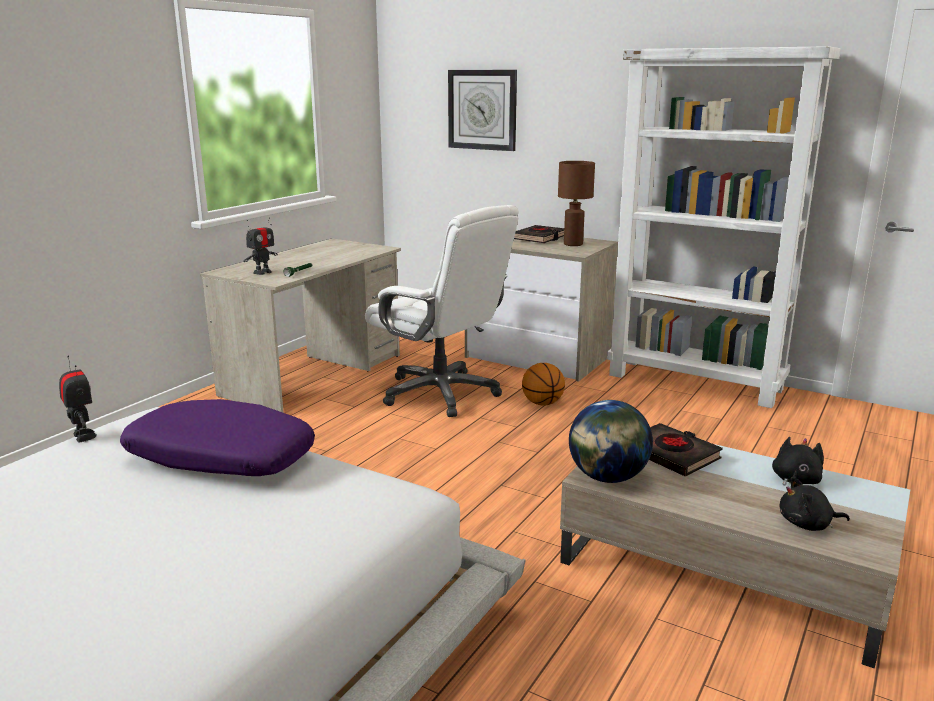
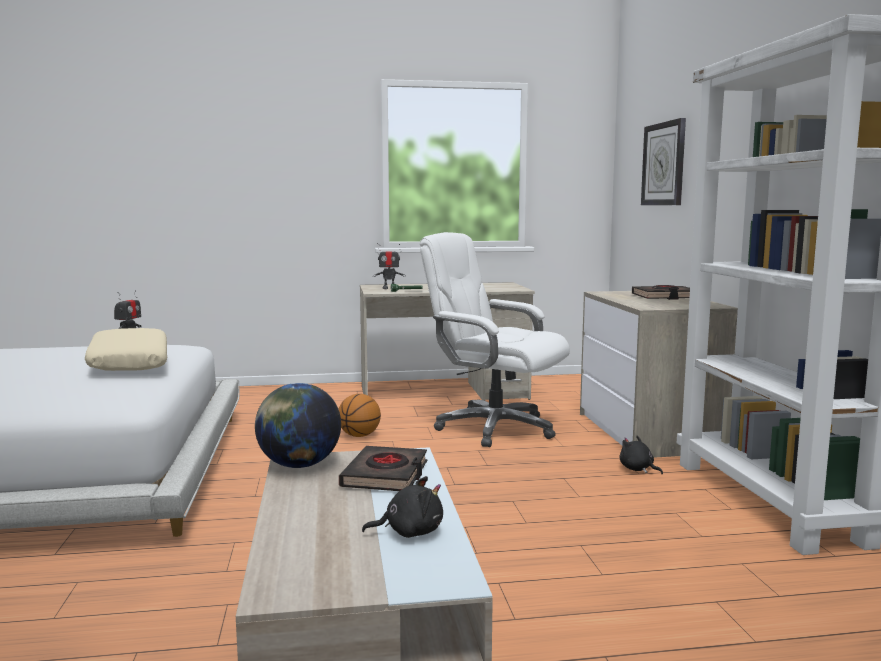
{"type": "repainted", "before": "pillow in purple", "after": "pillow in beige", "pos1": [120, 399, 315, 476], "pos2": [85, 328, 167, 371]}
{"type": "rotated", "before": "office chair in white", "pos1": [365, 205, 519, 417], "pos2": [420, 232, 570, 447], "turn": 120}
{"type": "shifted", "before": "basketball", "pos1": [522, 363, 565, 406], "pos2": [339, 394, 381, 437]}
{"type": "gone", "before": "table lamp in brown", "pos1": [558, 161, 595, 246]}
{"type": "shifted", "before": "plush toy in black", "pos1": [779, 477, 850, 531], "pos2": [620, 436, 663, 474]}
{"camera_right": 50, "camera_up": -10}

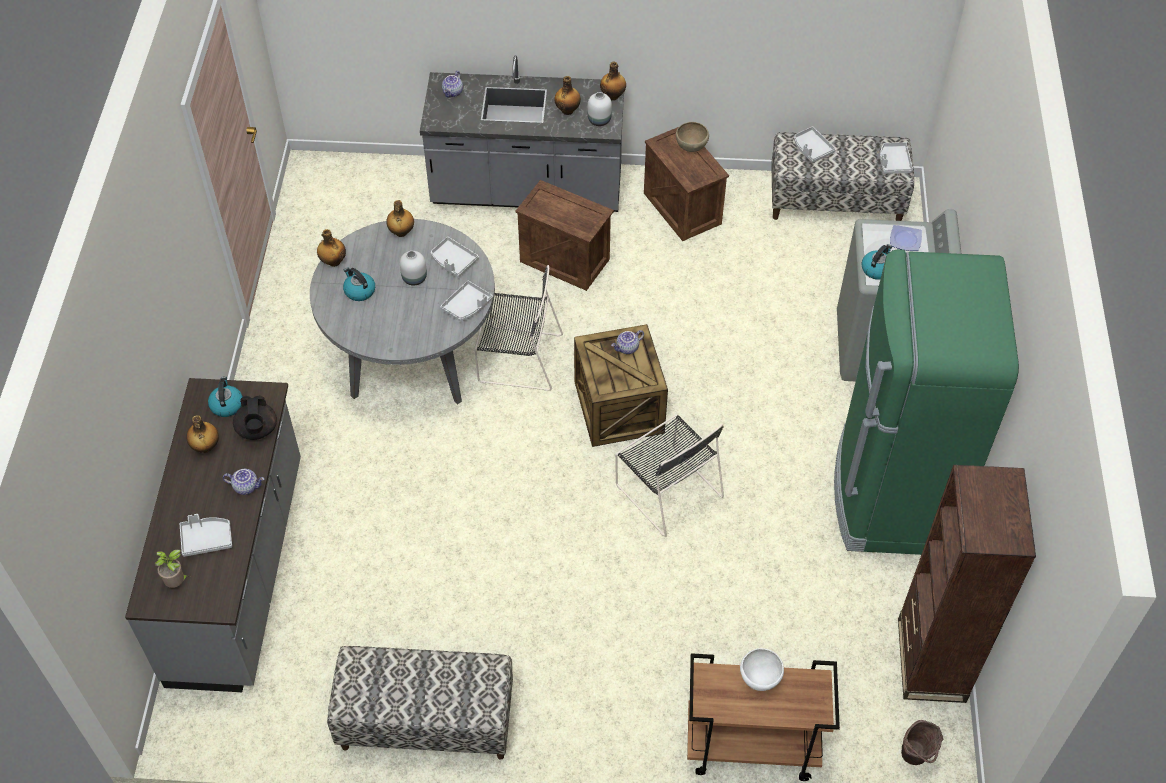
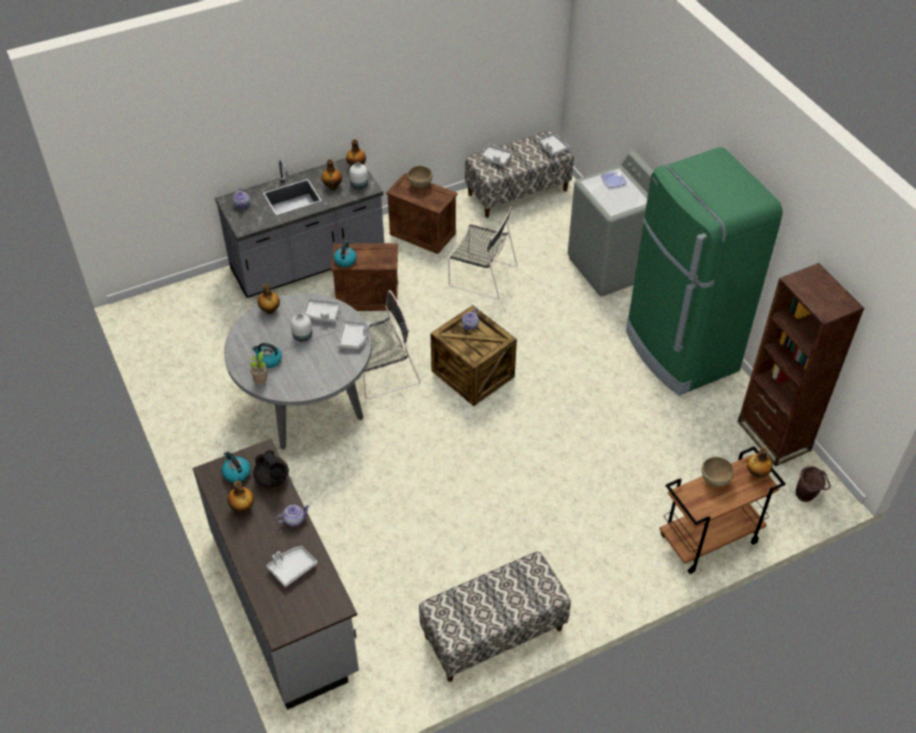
{"type": "shifted", "before": "potted plant", "pos1": [155, 550, 190, 588], "pos2": [249, 351, 267, 384]}
{"type": "shifted", "before": "bottle", "pos1": [317, 229, 346, 267], "pos2": [747, 447, 773, 477]}
{"type": "shifted", "before": "chair in black", "pos1": [615, 414, 724, 537], "pos2": [448, 206, 517, 300]}
{"type": "repainted", "before": "bowl in white", "after": "bowl in brown", "pos1": [740, 648, 784, 691], "pos2": [702, 457, 734, 487]}
{"type": "shifted", "before": "kettle", "pos1": [862, 244, 892, 280], "pos2": [334, 241, 357, 267]}
{"camera_right": -30, "camera_up": -5}

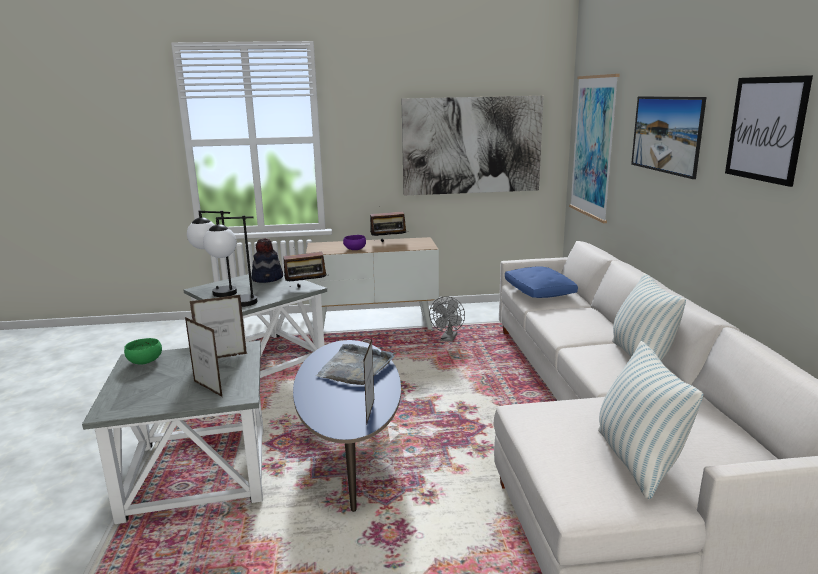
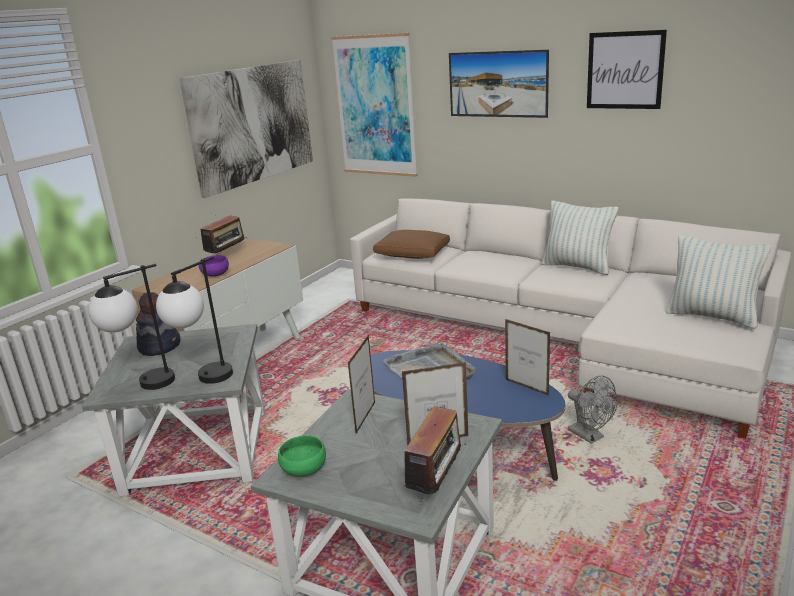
{"type": "shifted", "before": "radio", "pos1": [283, 252, 327, 288], "pos2": [397, 406, 466, 505]}
{"type": "shifted", "before": "fan in grey", "pos1": [429, 296, 465, 342], "pos2": [568, 376, 618, 444]}
{"type": "repainted", "before": "pillow in blue", "after": "pillow in brown", "pos1": [505, 267, 578, 298], "pos2": [373, 230, 450, 259]}
{"camera_right": -50, "camera_up": 5}

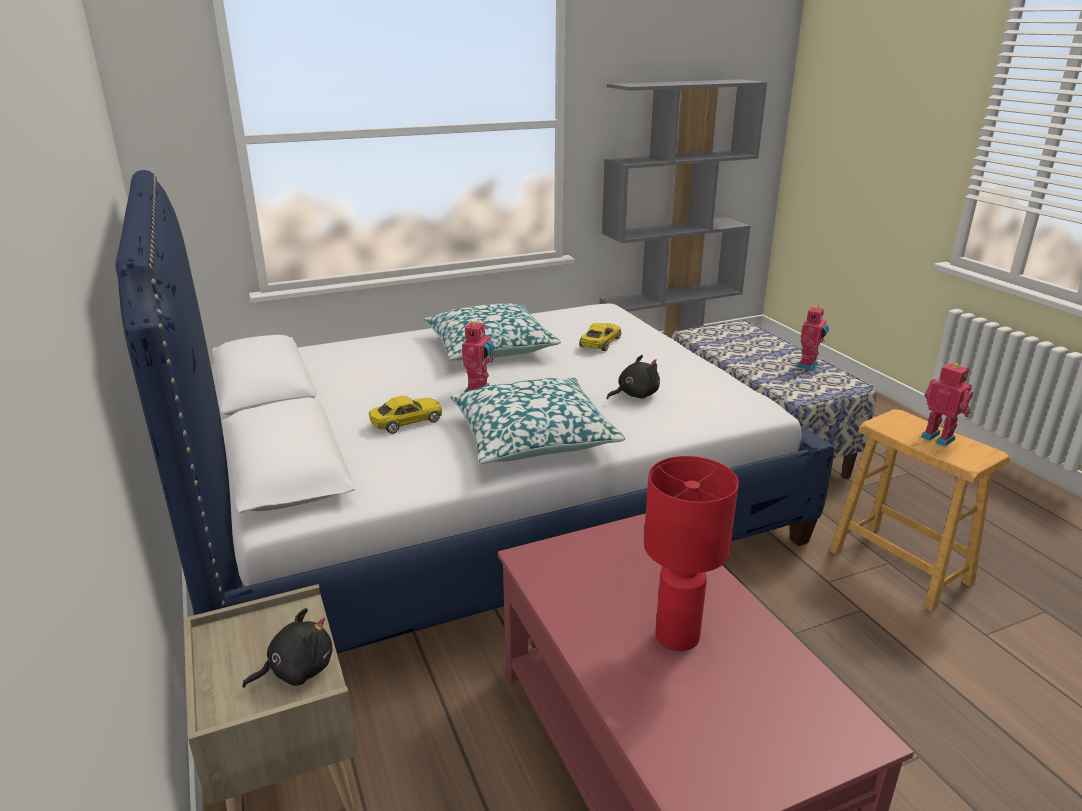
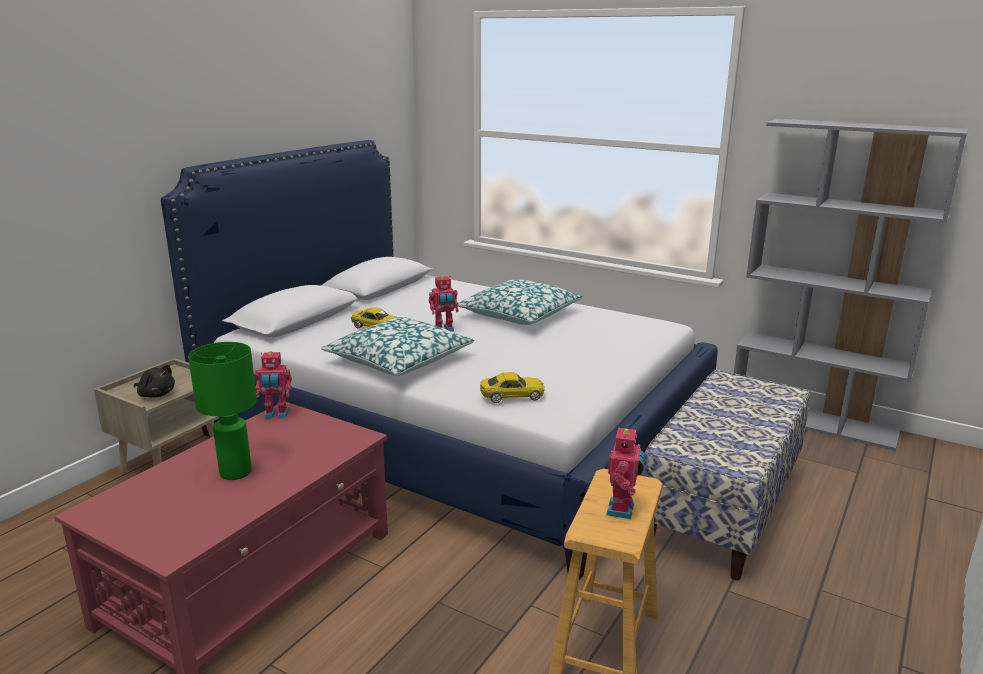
{"type": "shifted", "before": "toy car in yellow", "pos1": [579, 323, 621, 351], "pos2": [480, 372, 545, 403]}
{"type": "gone", "before": "plush toy in black", "pos1": [607, 355, 660, 399]}
{"type": "repainted", "before": "table lamp in red", "after": "table lamp in green", "pos1": [644, 456, 739, 651], "pos2": [188, 342, 257, 480]}
{"type": "shifted", "before": "toy robot", "pos1": [796, 305, 829, 371], "pos2": [255, 351, 292, 419]}
{"camera_right": 55, "camera_up": -5}

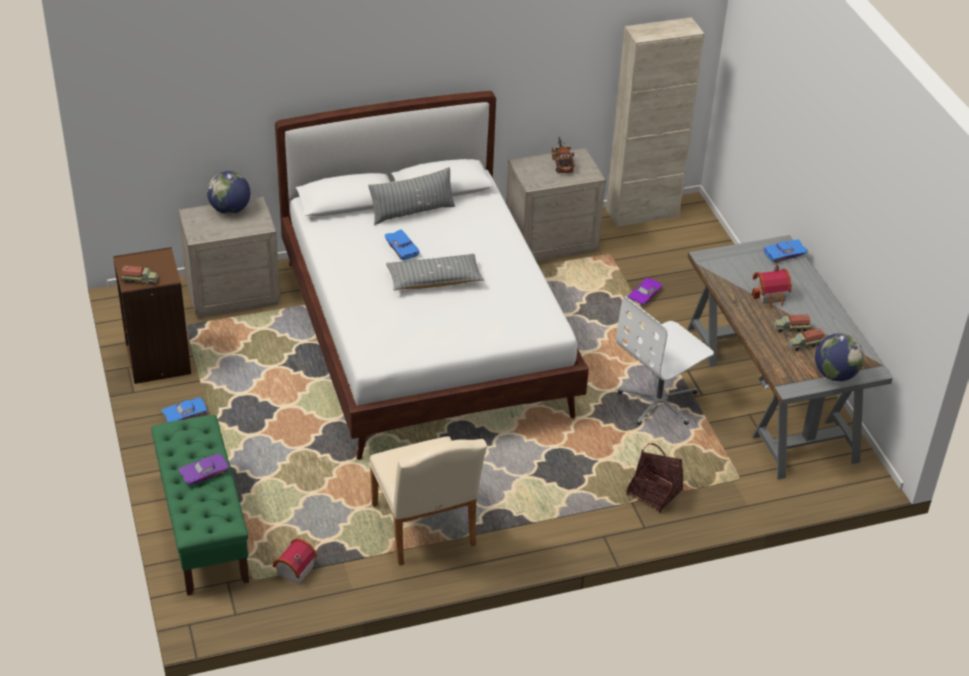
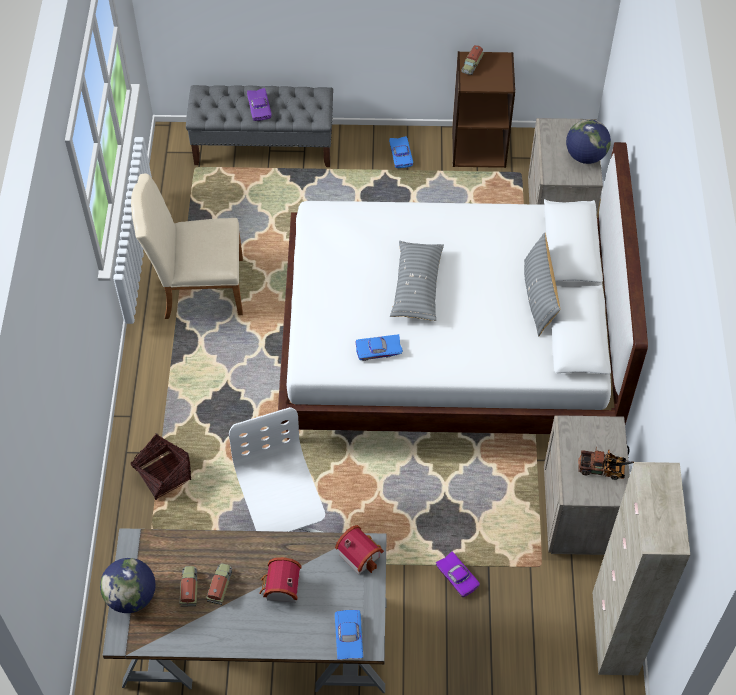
{"type": "repainted", "before": "bench in green", "after": "bench in grey", "pos1": [151, 415, 249, 595], "pos2": [186, 85, 333, 167]}
{"type": "shifted", "before": "toy house", "pos1": [273, 538, 317, 585], "pos2": [335, 525, 384, 575]}
{"type": "shifted", "before": "toy car in blue", "pos1": [385, 229, 419, 260], "pos2": [355, 334, 403, 361]}
{"camera_right": 110, "camera_up": 15}

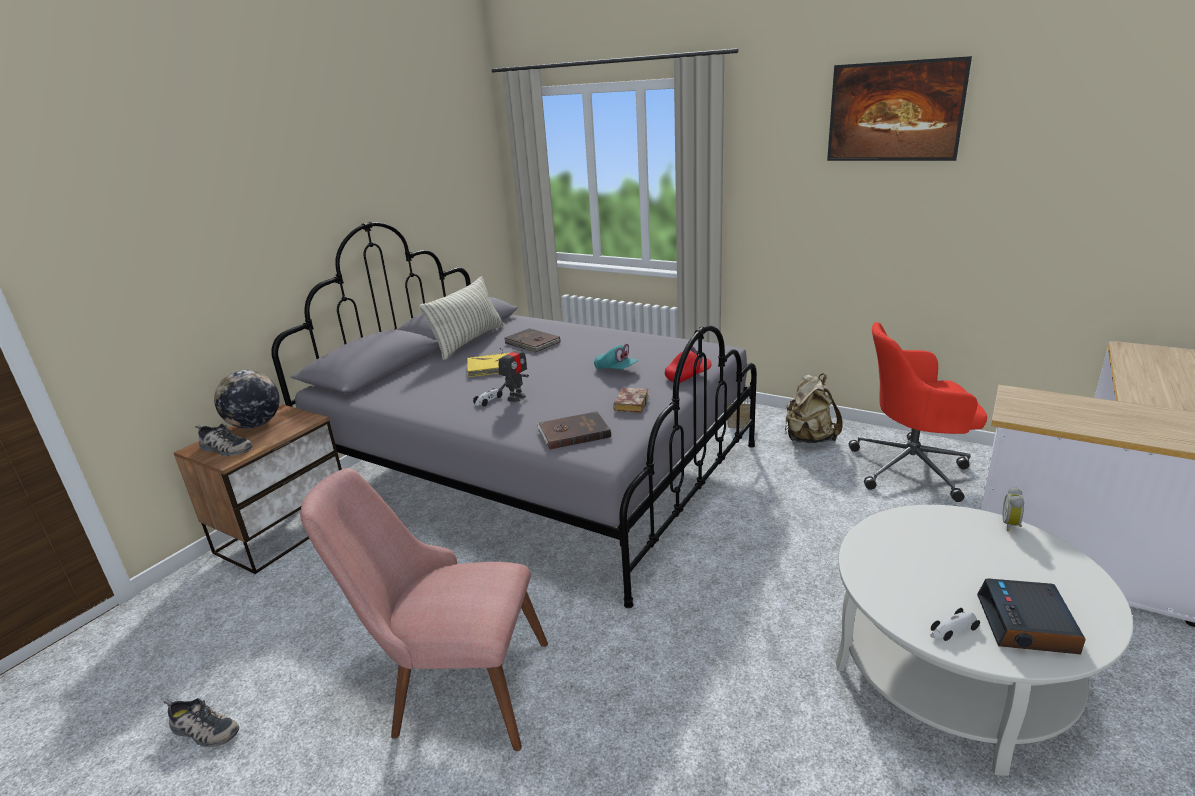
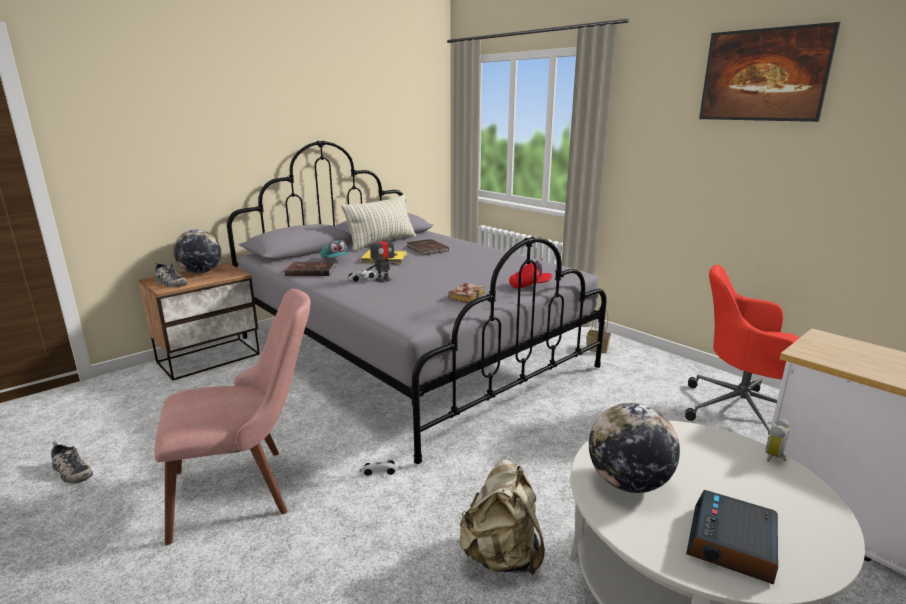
{"type": "rotated", "before": "chair in pink", "pos1": [300, 468, 548, 751], "pos2": [155, 289, 310, 545], "turn": 135}
{"type": "shifted", "before": "book in brown", "pos1": [537, 411, 611, 449], "pos2": [284, 262, 336, 276]}
{"type": "shifted", "before": "cap in turquoise", "pos1": [594, 344, 638, 369], "pos2": [321, 240, 350, 258]}
{"type": "shifted", "before": "backpack in beige", "pos1": [785, 374, 843, 443], "pos2": [459, 459, 545, 575]}
{"type": "shifted", "before": "toy car", "pos1": [930, 608, 980, 641], "pos2": [360, 460, 398, 476]}
{"type": "new", "after": "globe", "pos2": [589, 403, 680, 493]}
{"camera_right": 15, "camera_up": -5}

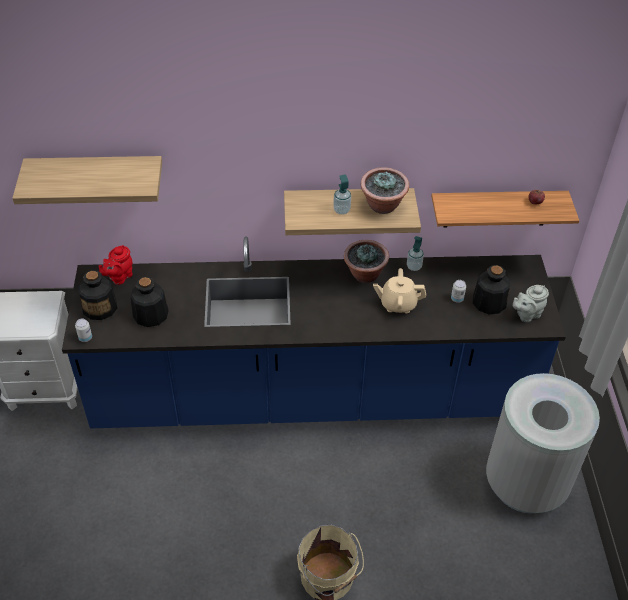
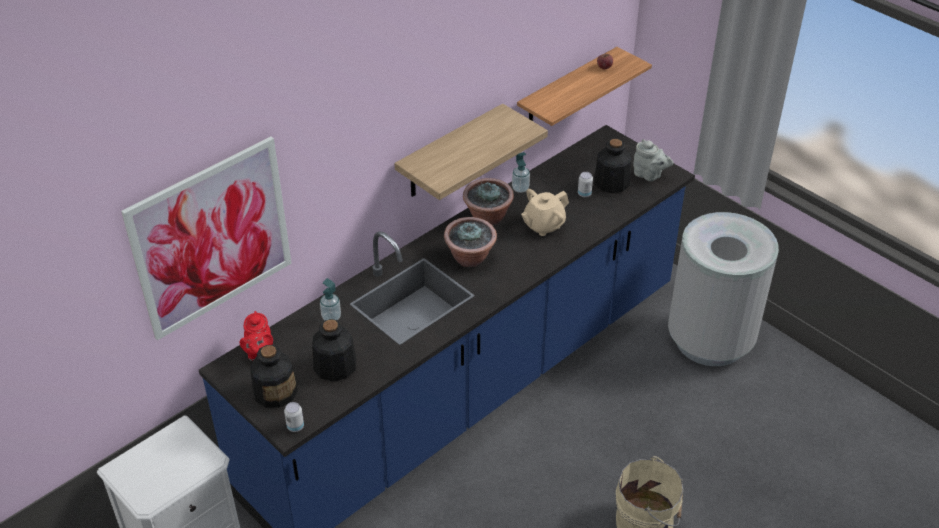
{"type": "swapped", "before": "shelf", "after": "picture", "pos1": [12, 156, 162, 204], "pos2": [121, 137, 292, 340]}
{"type": "shifted", "before": "soap dispenser", "pos1": [333, 174, 351, 215], "pos2": [320, 278, 341, 321]}
{"type": "shifted", "before": "potted plant", "pos1": [361, 167, 409, 214], "pos2": [444, 217, 497, 267]}
{"type": "rotated", "before": "teapot in grey", "pos1": [513, 285, 549, 322], "pos2": [633, 139, 673, 181], "turn": -75}
{"camera_right": -40, "camera_up": -5}

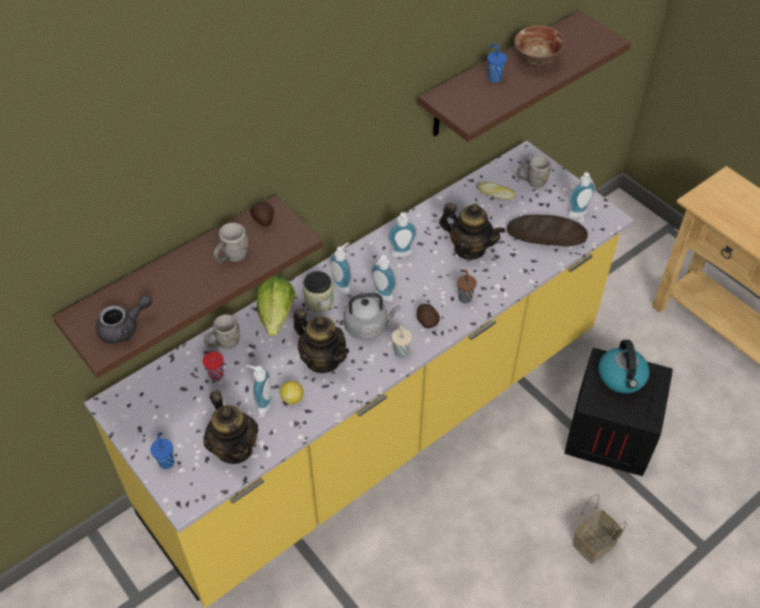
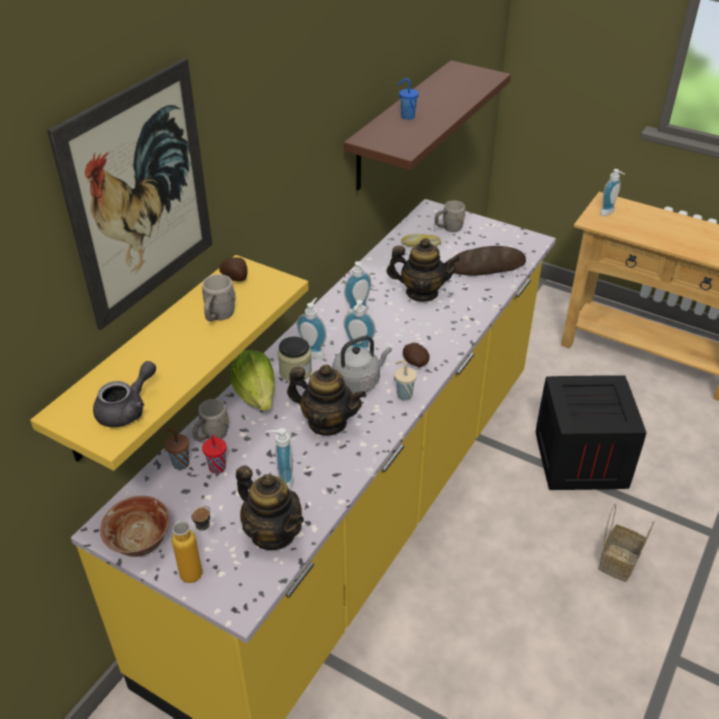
{"type": "repainted", "before": "shelf in brown", "after": "shelf in yellow", "pos1": [53, 195, 323, 378], "pos2": [30, 255, 309, 471]}
{"type": "swapped", "before": "cup in blue", "after": "bottle", "pos1": [150, 432, 174, 469], "pos2": [172, 506, 210, 583]}
{"type": "gone", "before": "lemon", "pos1": [280, 381, 304, 405]}
{"type": "shifted", "before": "cup in brown", "pos1": [457, 270, 477, 303], "pos2": [165, 428, 189, 470]}
{"type": "shifted", "before": "bowl", "pos1": [514, 26, 565, 68], "pos2": [100, 496, 170, 557]}
{"type": "shifted", "before": "soap dispenser", "pos1": [568, 172, 595, 218], "pos2": [600, 169, 625, 216]}
{"type": "gone", "before": "kettle", "pos1": [598, 340, 650, 393]}
{"type": "new", "after": "picture", "pos2": [47, 58, 212, 330]}
{"camera_right": -20, "camera_up": -10}

